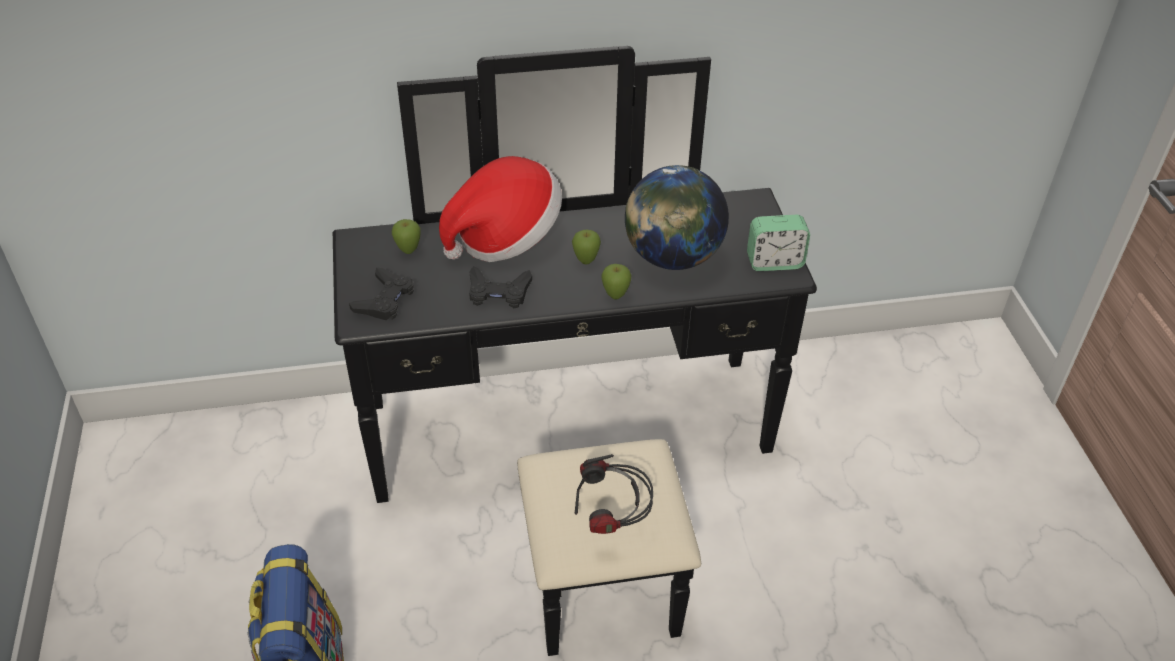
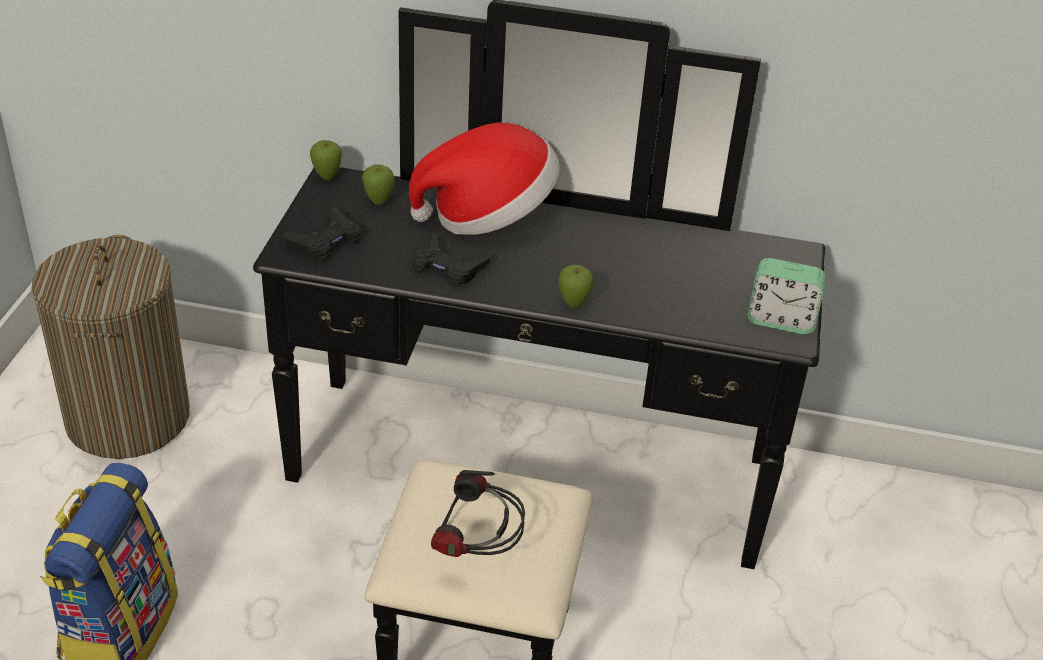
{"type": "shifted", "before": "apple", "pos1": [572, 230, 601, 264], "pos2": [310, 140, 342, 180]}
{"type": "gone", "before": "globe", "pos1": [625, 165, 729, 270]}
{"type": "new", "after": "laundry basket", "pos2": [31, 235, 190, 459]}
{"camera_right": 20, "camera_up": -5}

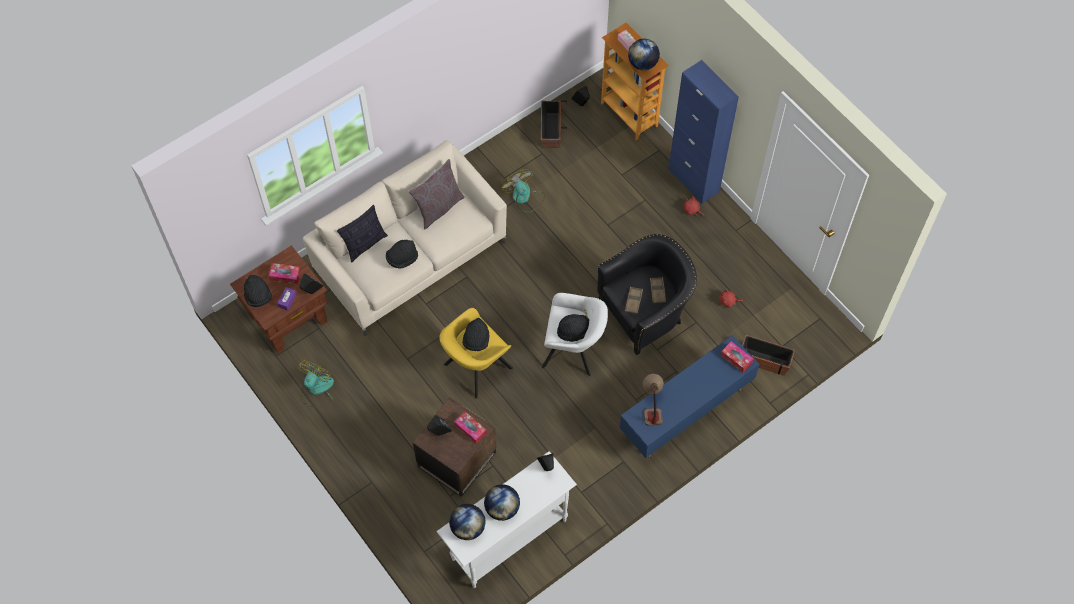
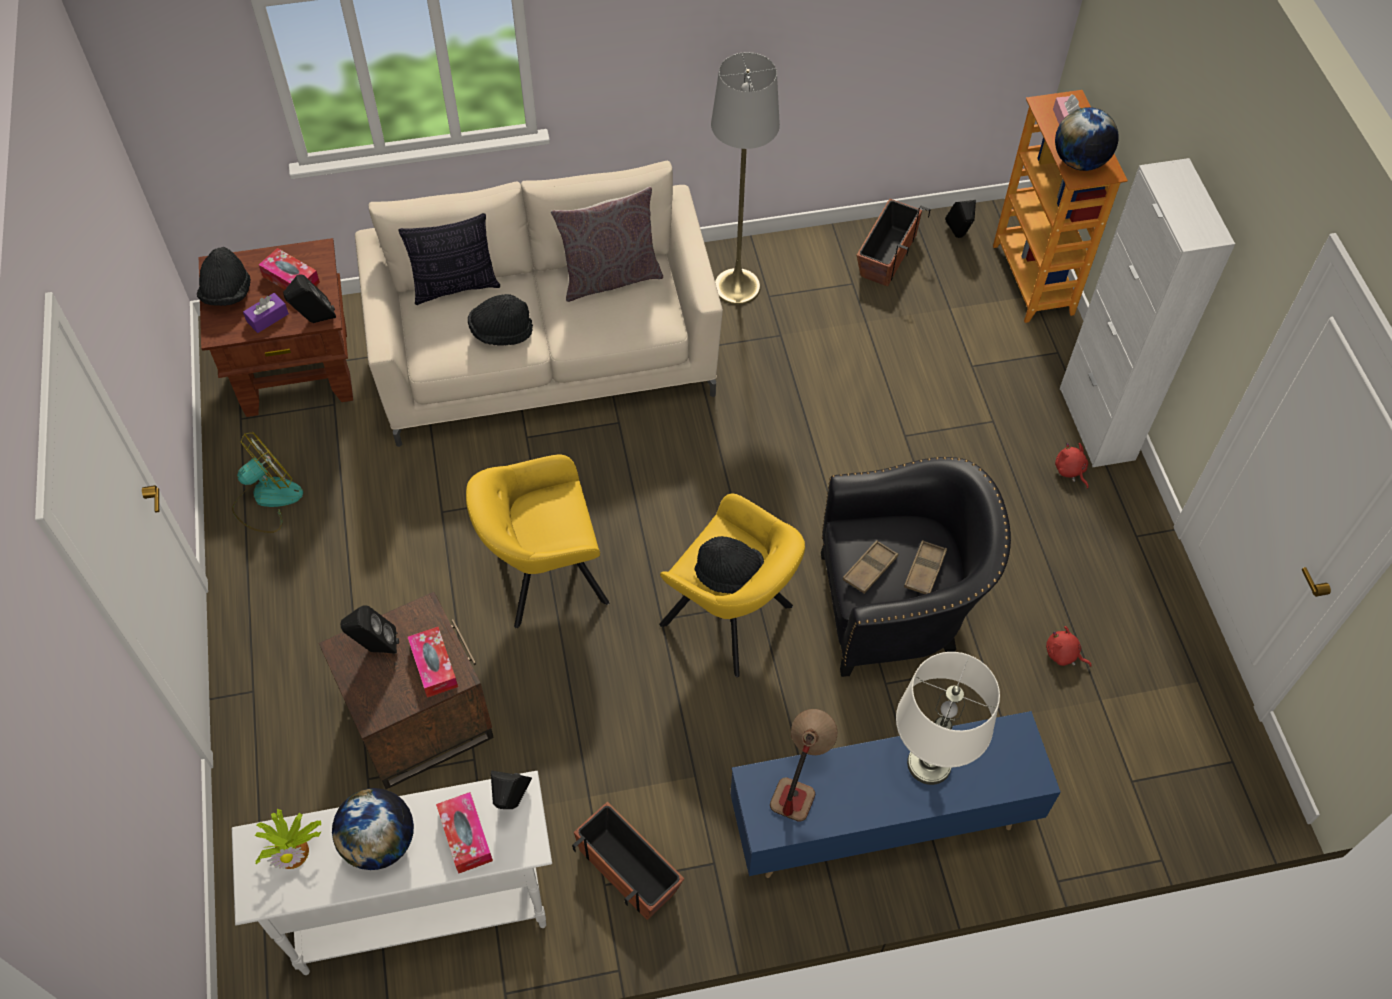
{"type": "swapped", "before": "globe", "after": "potted plant", "pos1": [449, 504, 485, 540], "pos2": [254, 809, 321, 869]}
{"type": "gone", "before": "hat in black", "pos1": [462, 318, 490, 351]}
{"type": "gone", "before": "fan", "pos1": [502, 169, 545, 213]}
{"type": "repainted", "before": "armchair in white", "after": "armchair in yellow", "pos1": [542, 293, 608, 376], "pos2": [659, 493, 805, 677]}
{"type": "repainted", "before": "cabinet in blue", "after": "cabinet in white", "pos1": [669, 60, 739, 204], "pos2": [1060, 158, 1235, 467]}
{"type": "shifted", "before": "tissue box", "pos1": [721, 341, 753, 373], "pos2": [436, 792, 493, 874]}
{"type": "shifted", "before": "planter", "pos1": [742, 335, 795, 376], "pos2": [572, 802, 685, 920]}
{"type": "new", "after": "floor lamp in grey", "pos2": [711, 52, 780, 305]}
{"type": "new", "after": "table lamp in white", "pos2": [896, 652, 1000, 785]}
{"camera_right": 25, "camera_up": -5}

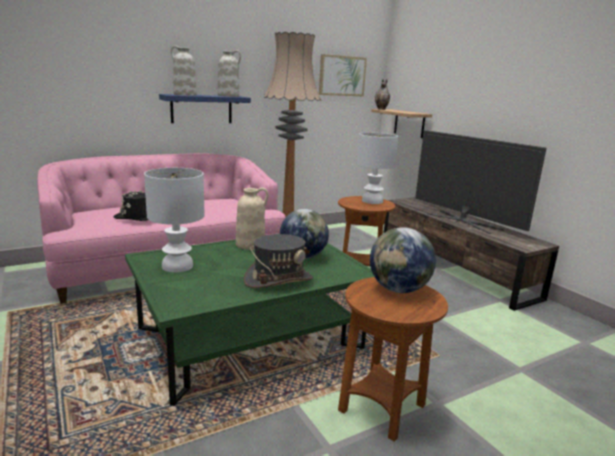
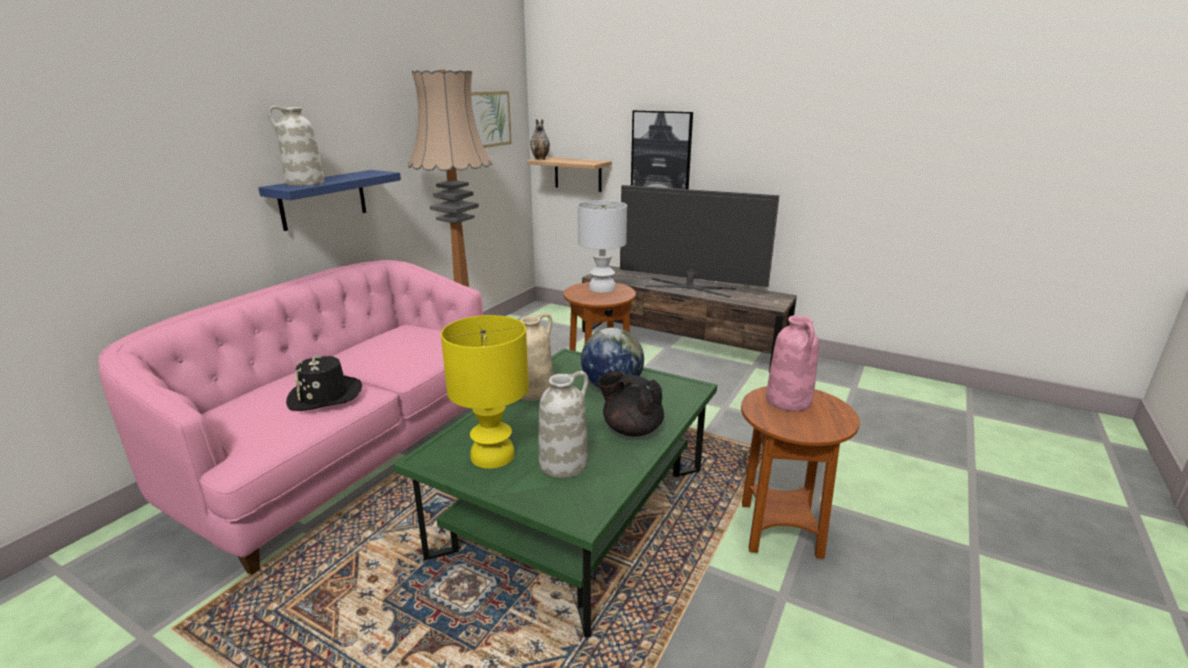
{"type": "repainted", "before": "table lamp in white", "after": "table lamp in yellow", "pos1": [144, 168, 204, 272], "pos2": [441, 315, 529, 469]}
{"type": "shifted", "before": "vase in white", "pos1": [218, 50, 241, 97], "pos2": [539, 371, 589, 478]}
{"type": "swapped", "before": "hat in grey", "after": "teapot in black", "pos1": [244, 234, 313, 288], "pos2": [598, 371, 664, 437]}
{"type": "swapped", "before": "globe", "after": "vase in pink", "pos1": [370, 227, 436, 293], "pos2": [766, 315, 819, 411]}
{"type": "new", "after": "picture", "pos2": [631, 110, 693, 189]}
{"camera_right": -30, "camera_up": 5}

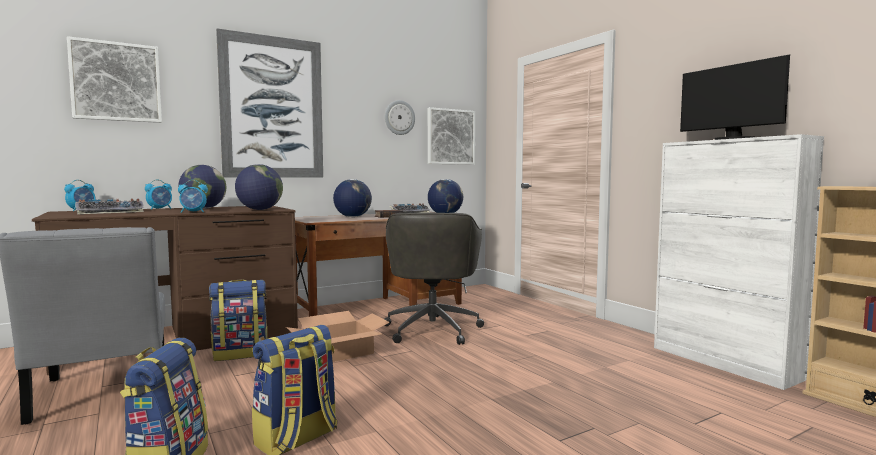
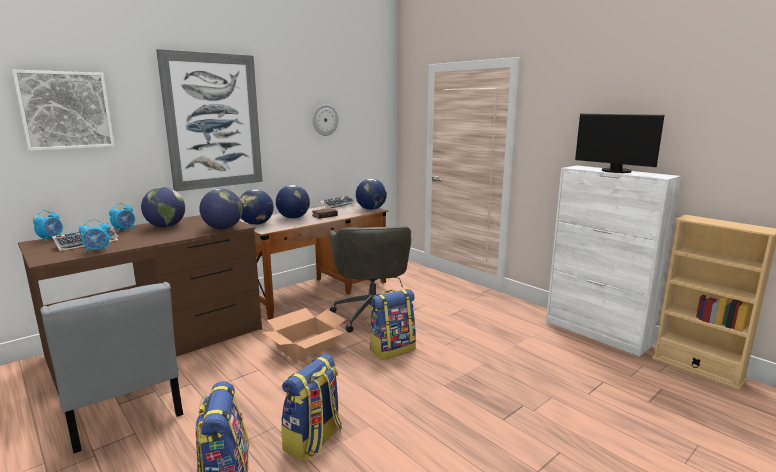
{"type": "shifted", "before": "alarm clock", "pos1": [178, 180, 208, 213], "pos2": [79, 219, 110, 253]}
{"type": "shifted", "before": "backpack", "pos1": [209, 279, 267, 361], "pos2": [370, 289, 416, 360]}
{"type": "gone", "before": "picture", "pos1": [428, 107, 475, 165]}
{"type": "new", "after": "globe", "pos2": [239, 189, 274, 225]}
{"camera_right": -10, "camera_up": 10}

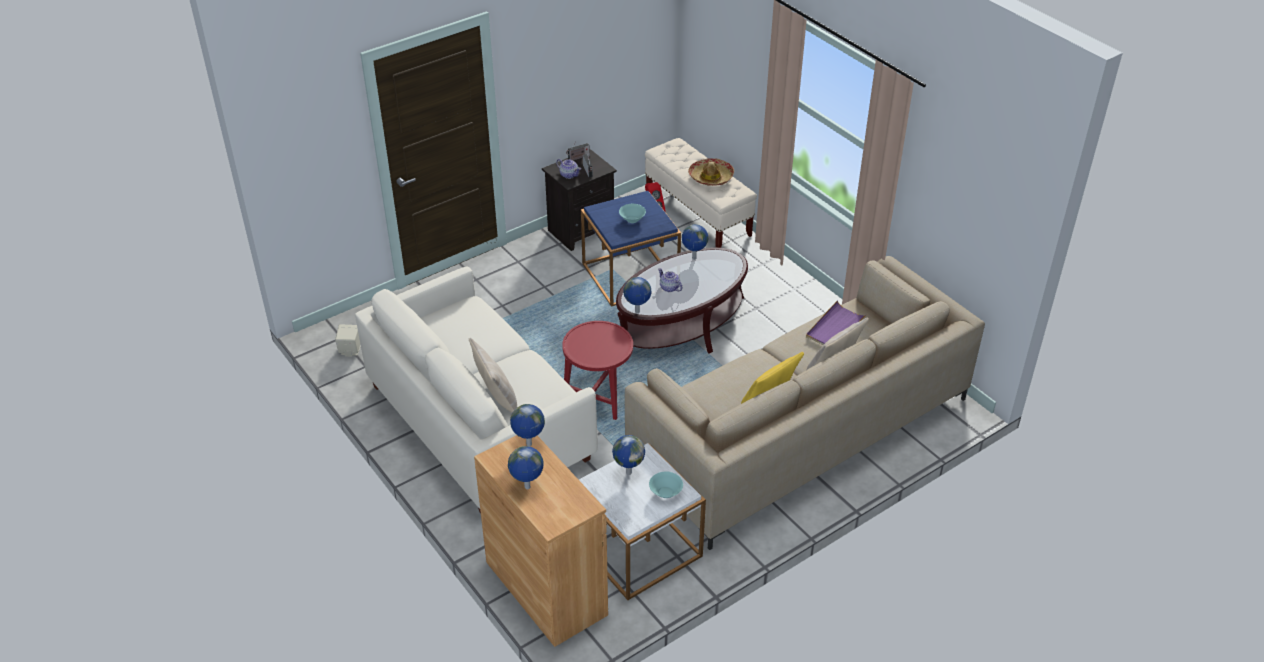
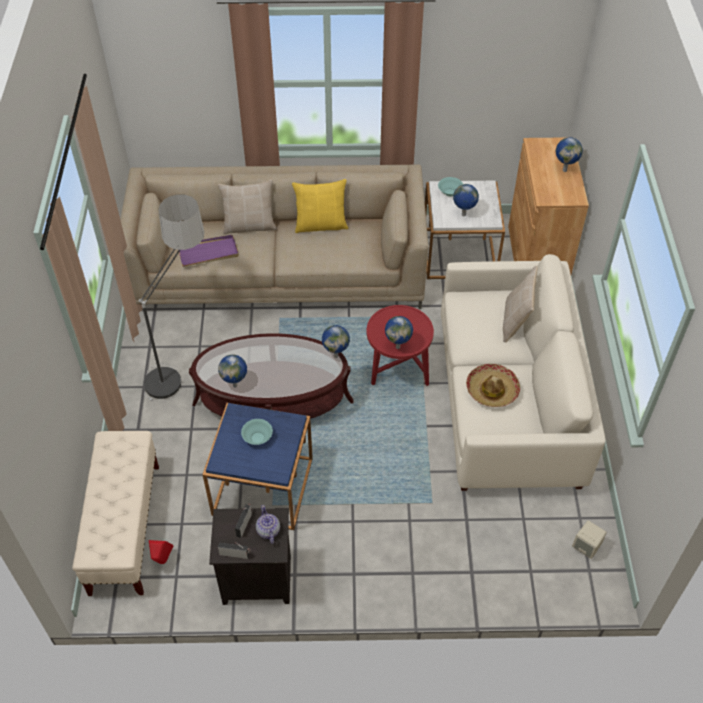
{"type": "shifted", "before": "globe", "pos1": [510, 404, 545, 446], "pos2": [385, 316, 413, 349]}
{"type": "gone", "before": "teapot", "pos1": [658, 268, 682, 292]}
{"type": "shifted", "before": "hat", "pos1": [688, 158, 734, 186], "pos2": [466, 364, 520, 407]}
{"type": "new", "after": "floor lamp", "pos2": [138, 194, 205, 401]}
{"camera_right": -145, "camera_up": 10}

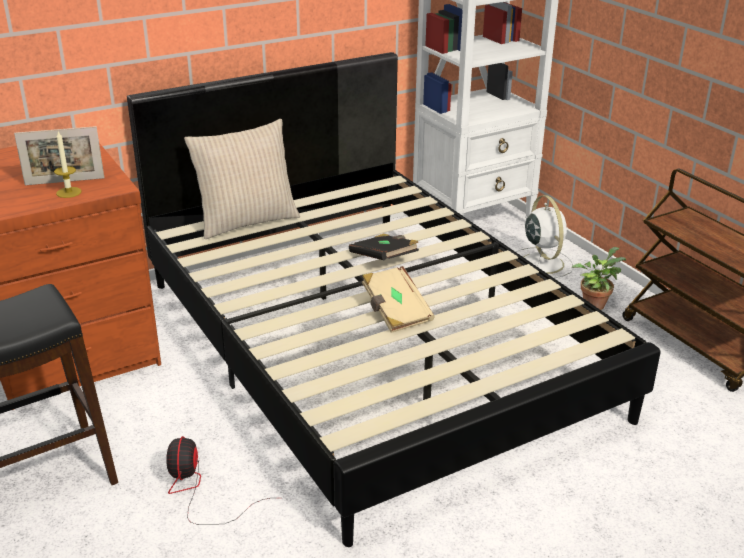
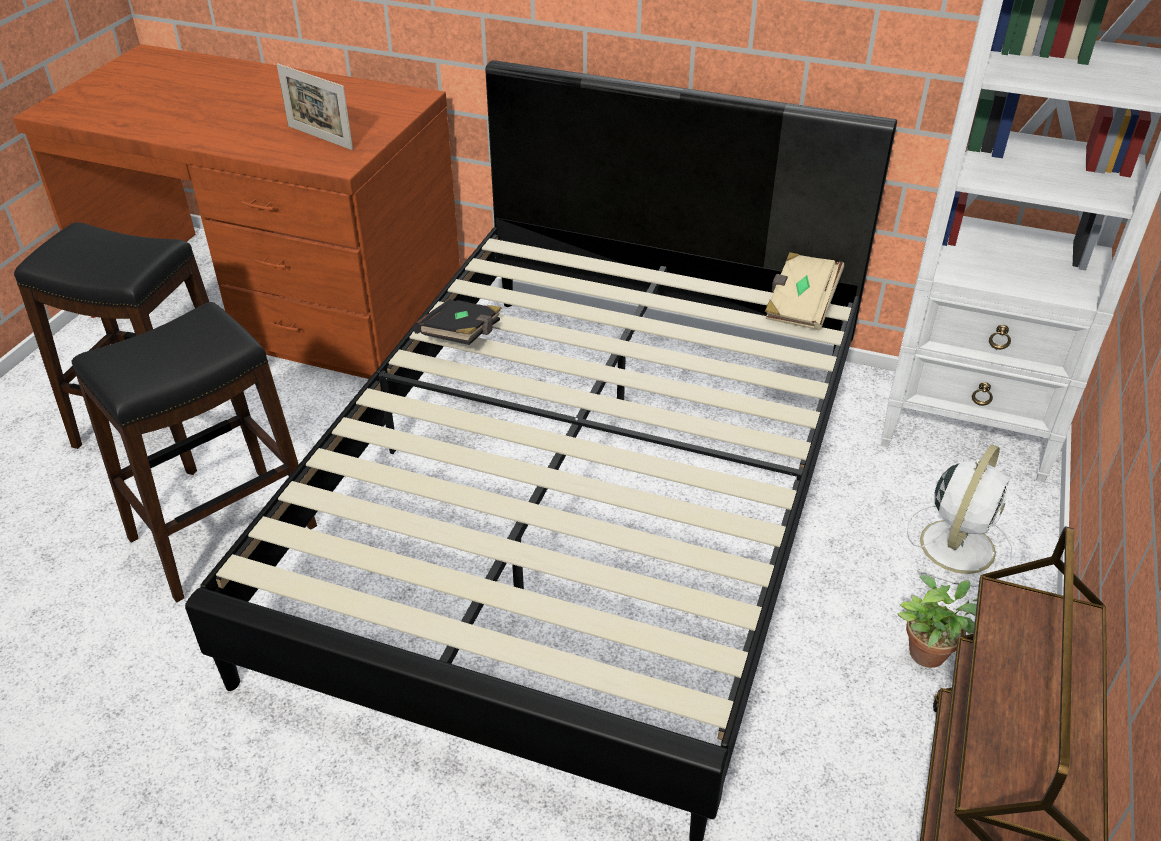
{"type": "gone", "before": "candle", "pos1": [54, 132, 82, 198]}
{"type": "swapped", "before": "fan", "after": "stool in black", "pos1": [166, 436, 270, 525], "pos2": [72, 302, 317, 602]}
{"type": "gone", "before": "pillow in beige", "pos1": [184, 119, 300, 239]}
{"type": "shifted", "before": "book in black", "pos1": [349, 233, 419, 260], "pos2": [414, 299, 502, 345]}
{"type": "shifted", "before": "book in beige", "pos1": [362, 266, 435, 333], "pos2": [765, 252, 844, 330]}
{"camera_right": 50, "camera_up": 10}

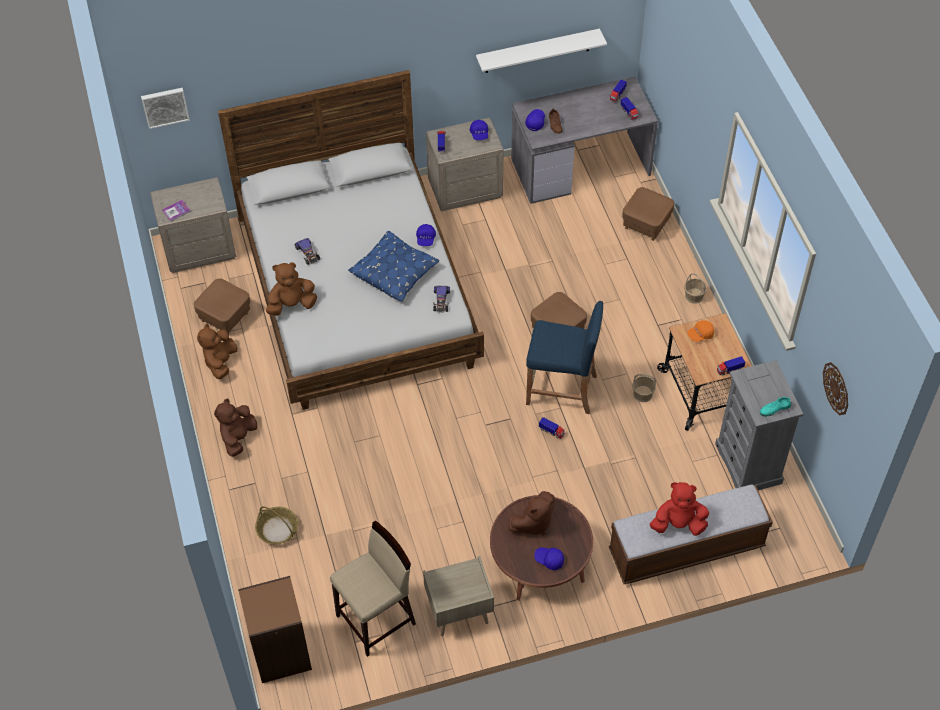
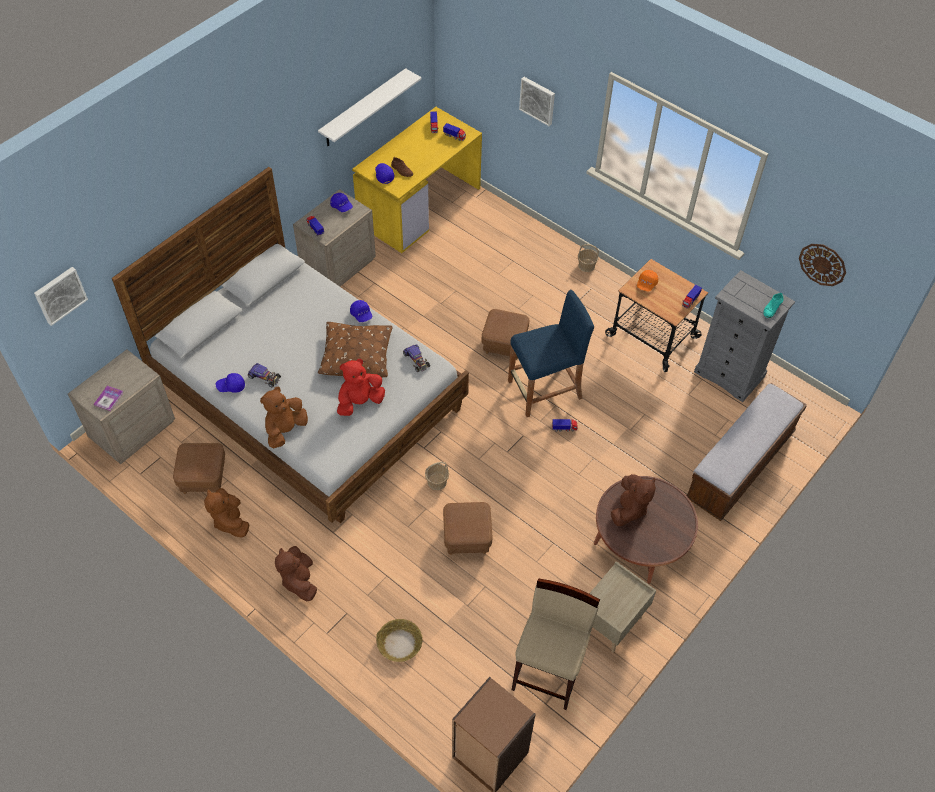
{"type": "repainted", "before": "pillow in blue", "after": "pillow in brown", "pos1": [348, 231, 439, 302], "pos2": [318, 322, 392, 377]}
{"type": "repainted", "before": "desk in grey", "after": "desk in yellow", "pos1": [511, 77, 658, 204], "pos2": [352, 107, 482, 253]}
{"type": "shifted", "before": "cap in blue", "pos1": [534, 547, 564, 570], "pos2": [216, 373, 245, 393]}
{"type": "shifted", "before": "ottoman in brown", "pos1": [622, 187, 674, 241], "pos2": [443, 502, 493, 555]}
{"type": "shifted", "before": "basket", "pos1": [632, 374, 656, 402], "pos2": [425, 462, 449, 490]}
{"type": "shifted", "before": "plush toy in red", "pos1": [650, 482, 709, 536], "pos2": [337, 359, 385, 416]}
{"type": "new", "after": "picture", "pos2": [519, 77, 555, 126]}
{"camera_right": -35, "camera_up": 0}

